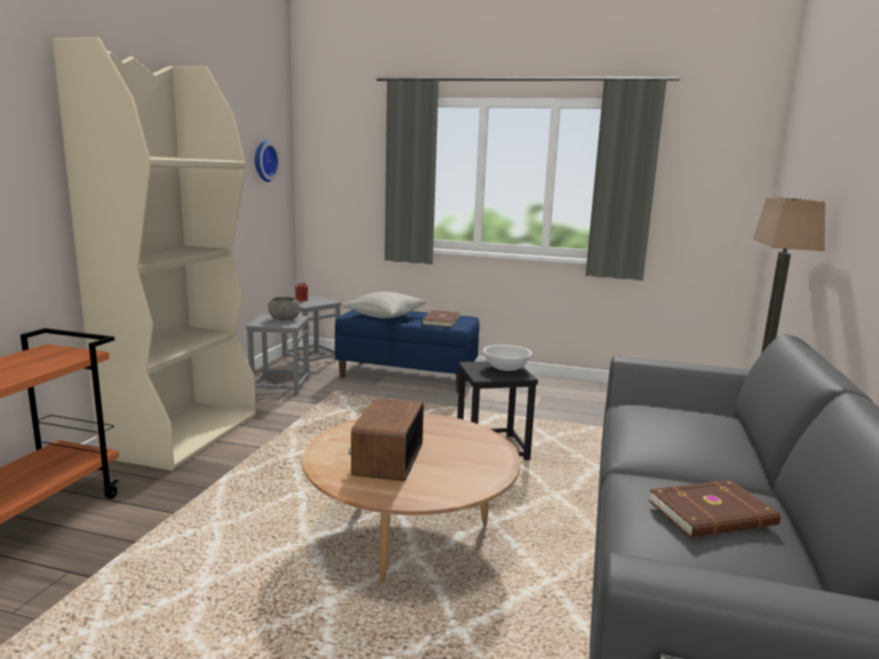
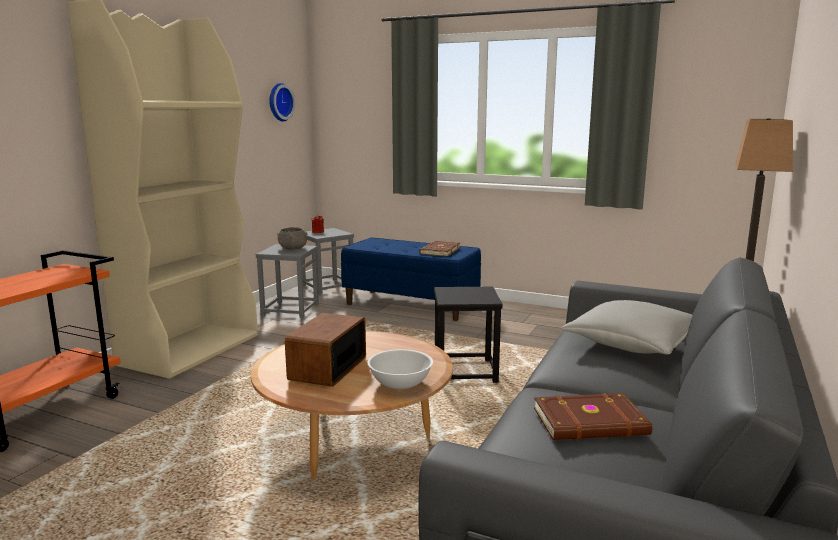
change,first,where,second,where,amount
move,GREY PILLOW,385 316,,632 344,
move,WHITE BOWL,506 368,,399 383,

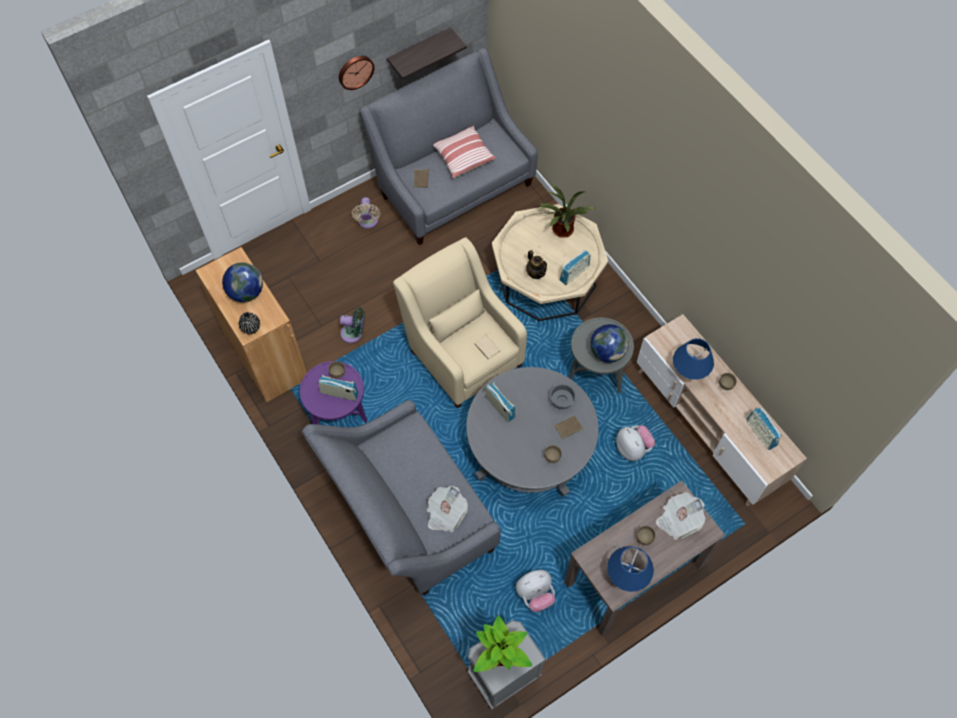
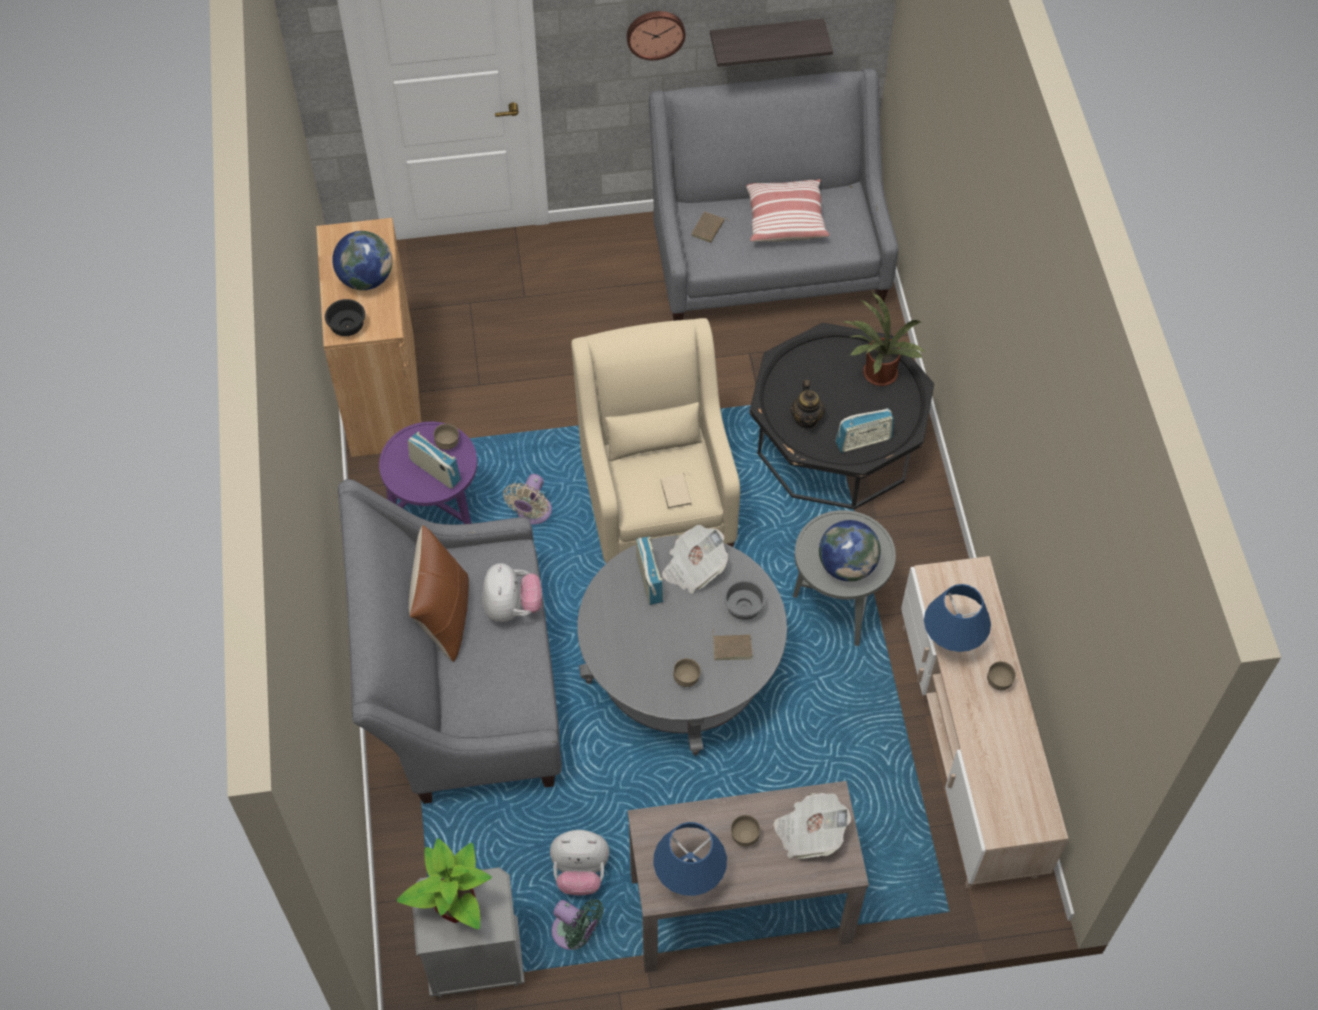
change,first,where,second,where,amount
move,BEIGE FAN,368 222,,532 513,
recolor,BEIGE COFFEE TABLE,546 278,BLACK COFFEE TABLE,835 443,
move,GREEN FAN,354 334,,575 934,
replace,BLACK VASE,251 328,BLACK BOWL,346 327,
delete,RADIO,760 433,,,
move,PLUSH TOY,633 448,,512 607,
move,NEWSPAPER,445 513,,693 568,
insert,,,BROWN PILLOW,444 616,

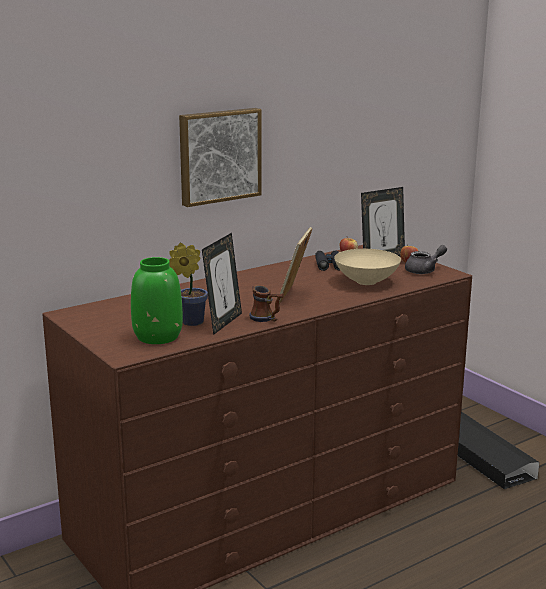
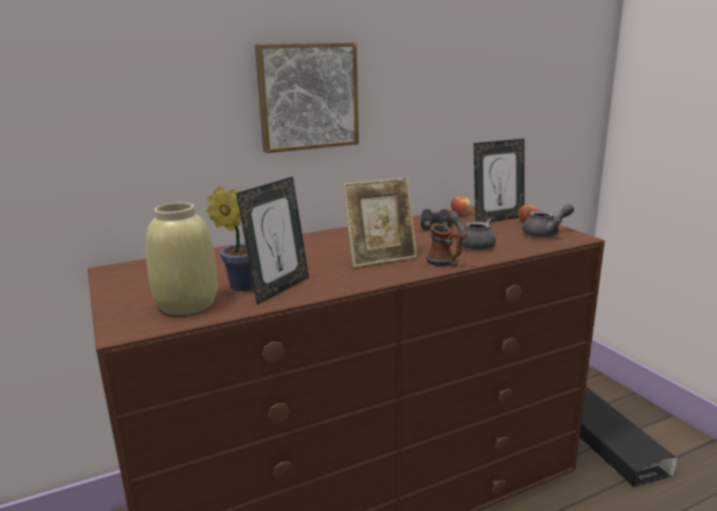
change,first,where,second,where,amount
rotate,PICTURE FRAME,294 296,,381 259,135 degrees counterclockwise
replace,BEIGE BOWL,365 281,GREY TEAPOT,472 244,
recolor,GREEN VASE,158 336,BEIGE VASE,187 304,
move,MUG,267 319,,446 263,

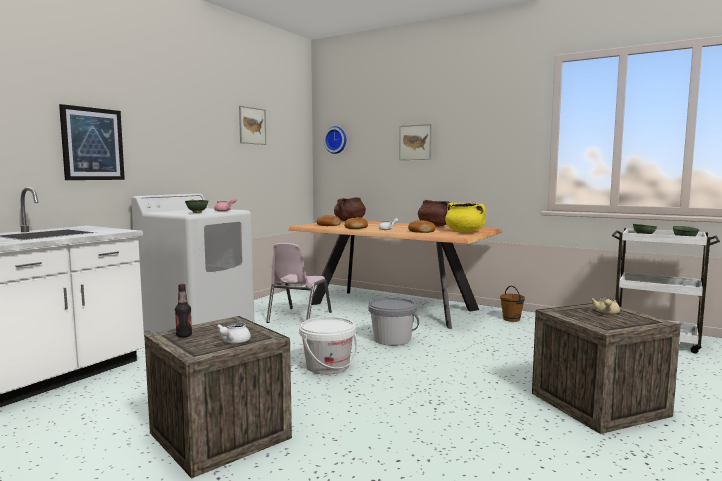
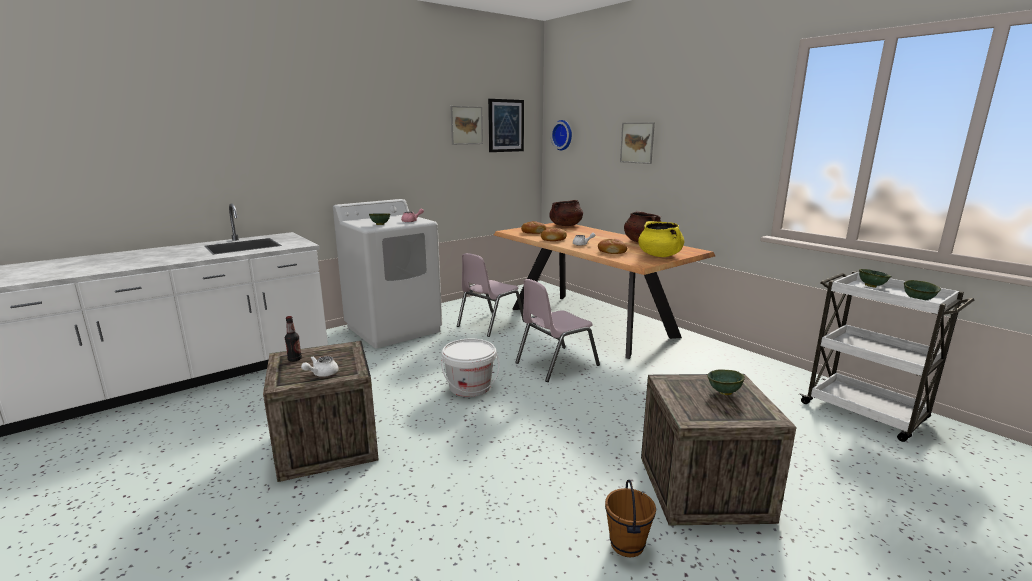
change,first,where,second,where,amount
move,PICTURE,92 144,,505 125,
move,BROWN BUCKET,511 319,,627 545,
replace,BEIGE TEAPOT,606 313,GREEN BOWL,724 393,
replace,GREY BUCKET,392 339,PINK CHAIR,556 364,

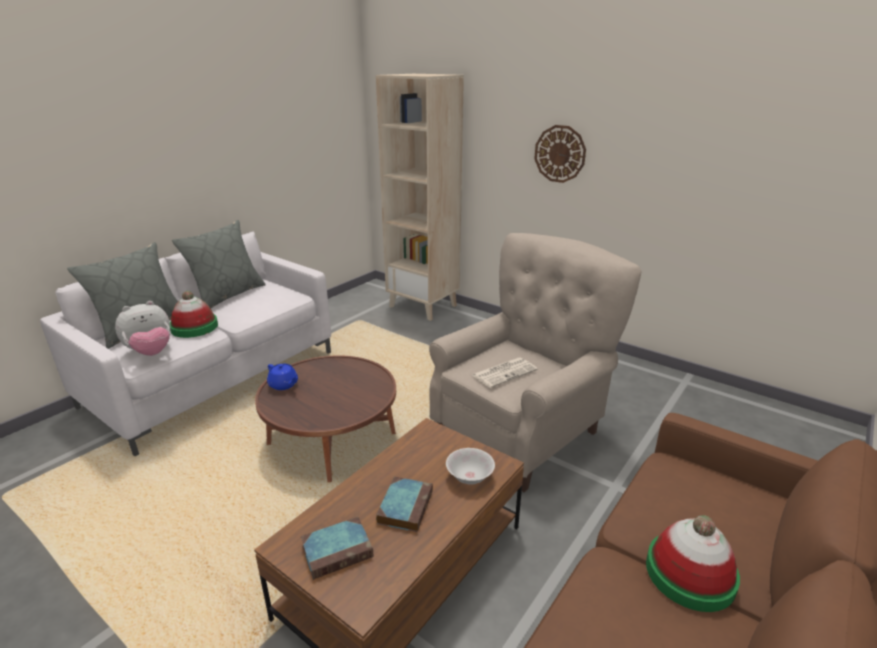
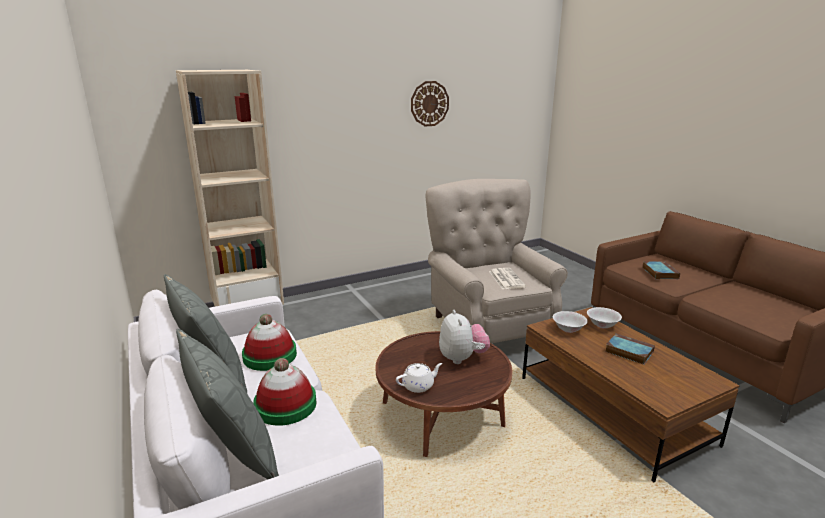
change,first,where,second,where,amount
move,WALL CLOCK,560 154,,429 103,
move,PLUSH TOY,151 352,,462 358,
recolor,BLUE TEAPOT,284 385,WHITE TEAPOT,419 386,
move,HAT,690 573,,270 356,
move,BOOK,338 550,,659 272,
insert,,,WHITE BOWL,568 329,

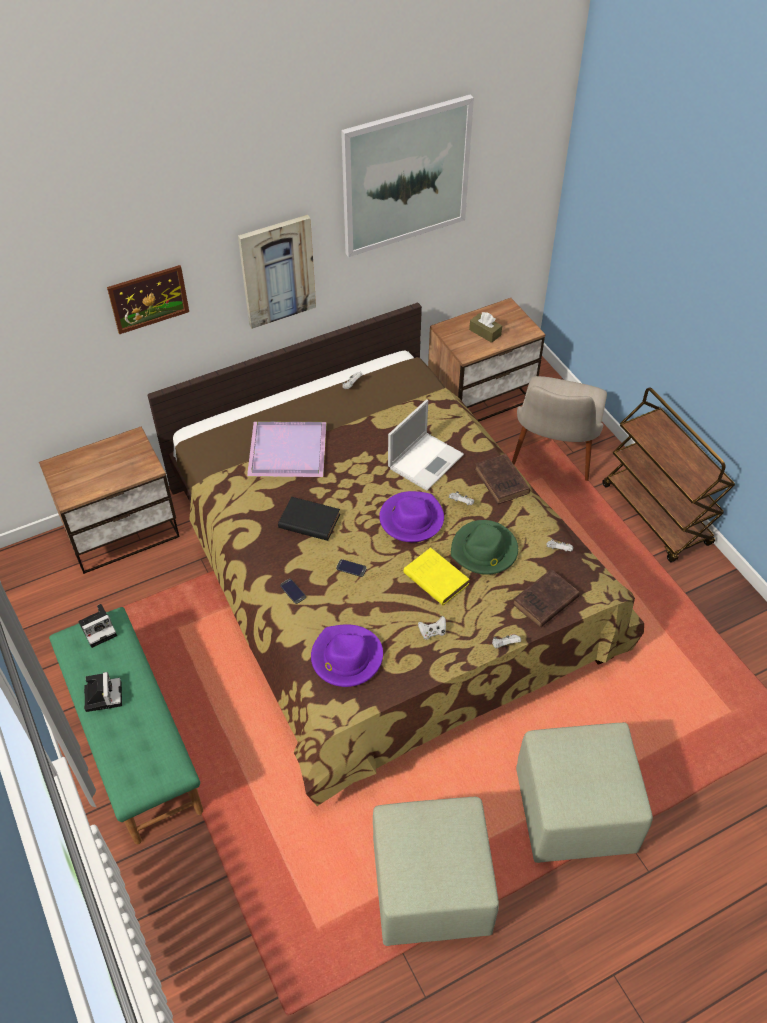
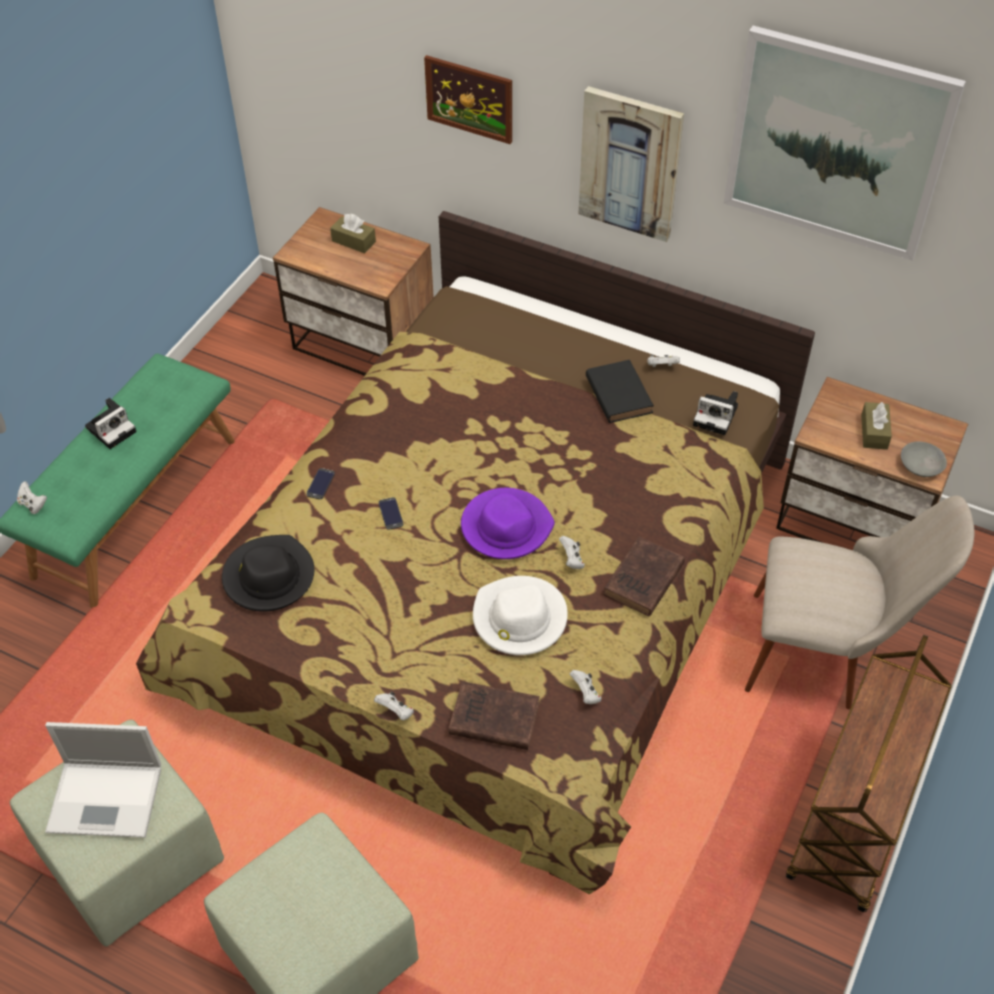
change,first,where,second,where,amount
rotate,BEIGE CHAIR,552 462,,827 654,150 degrees counterclockwise
move,LAPTOP,426 460,,107 798,
delete,PURPLE TRAY,286 452,,,
move,BLACK BOOK,308 521,,618 393,
recolor,GREEN HAT,484 550,WHITE HAT,519 619,
delete,YELLOW BOOK,434 578,,,
move,PHOTO CAMERA,99 628,,717 416,
move,WHITE GAME CONTROLLER,432 632,,33 505,
recolor,PURPLE HAT,346 658,BLACK HAT,269 576,
insert,,,BROWN TISSUE BOX,353 241,
insert,,,GREY BOWL,921 466,

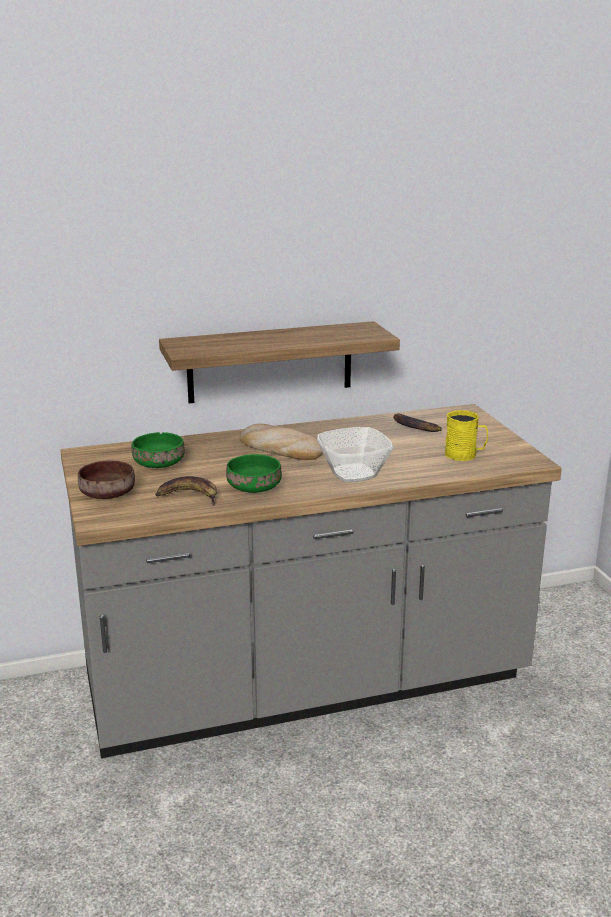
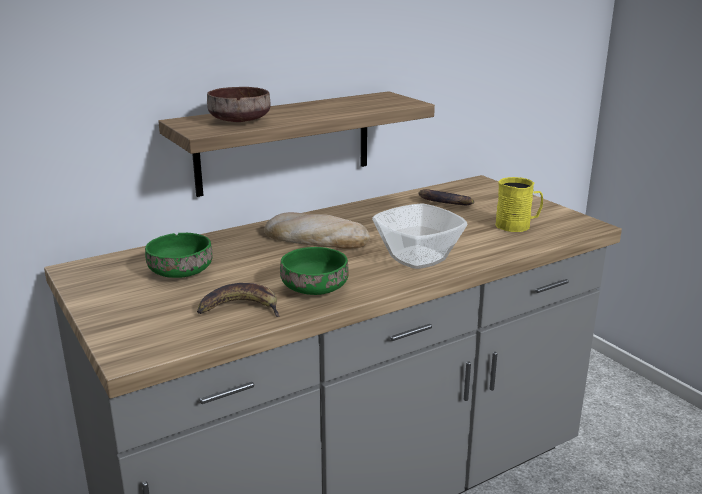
change,first,where,second,where,amount
move,BROWN BOWL,108 494,,240 120,

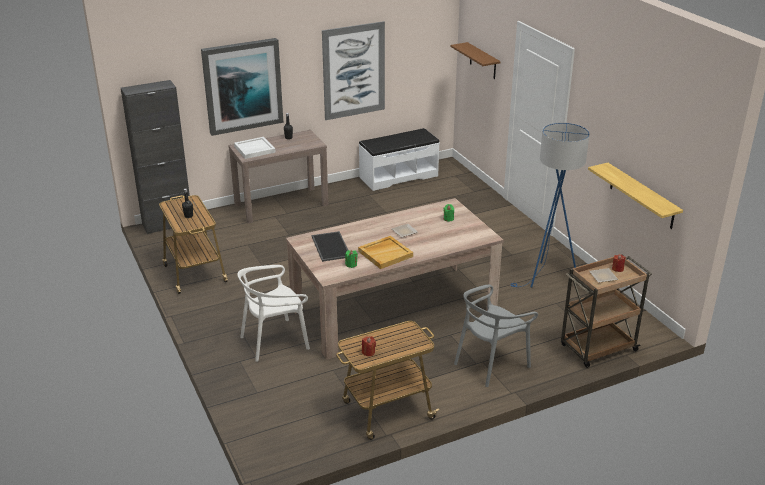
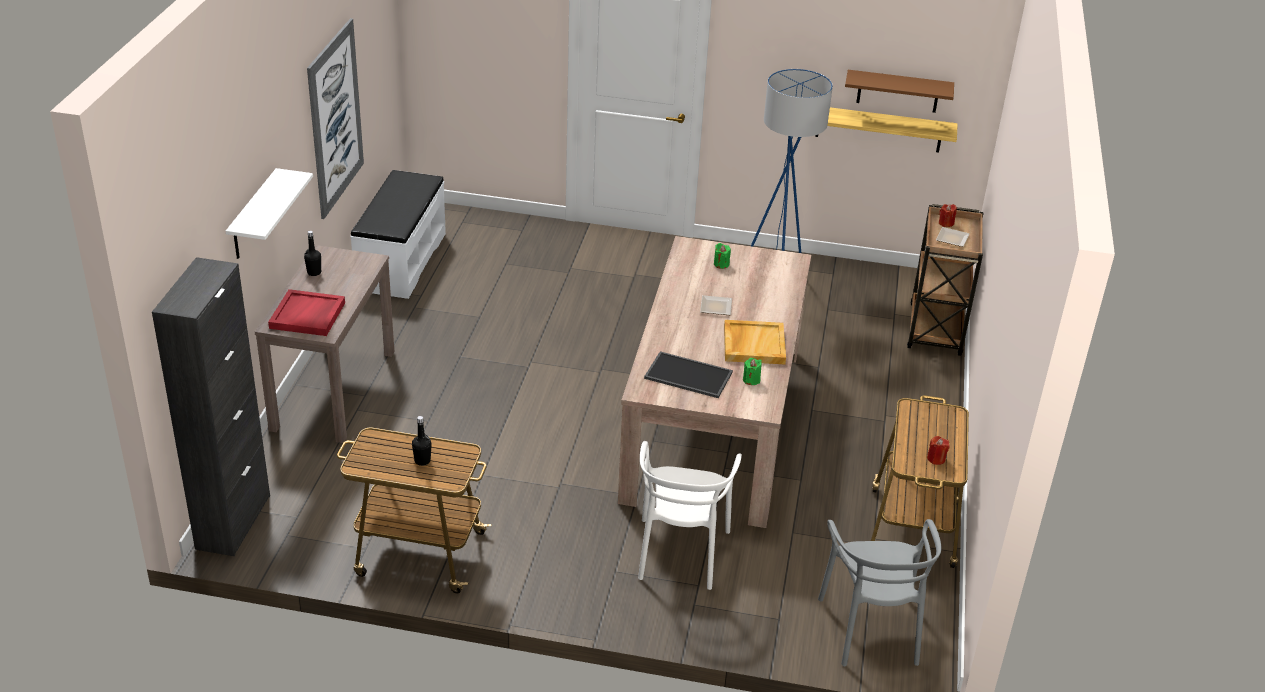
change,first,where,second,where,amount
replace,PICTURE,242 86,WHITE SHELF,253 216,
move,BROWN SHELF,483 61,,898 91,
recolor,WHITE TRAY,254 149,RED TRAY,308 316,
move,GREY CHAIR,491 363,,871 629,

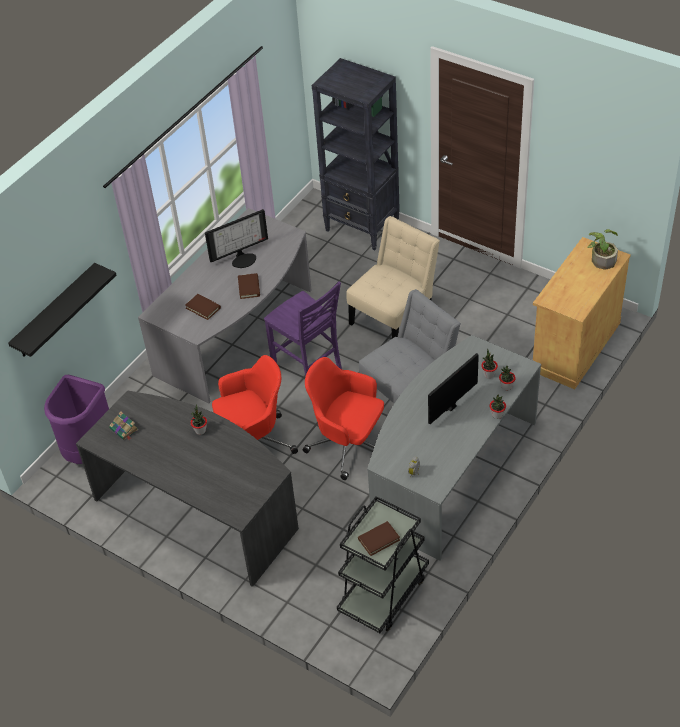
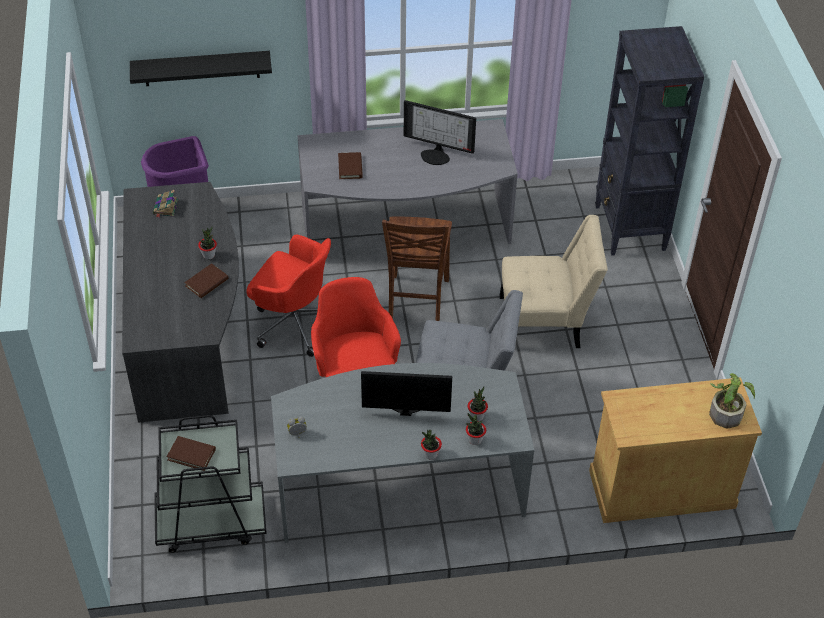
change,first,where,second,where,amount
move,BROWN BOOK,249 287,,206 283,
recolor,PURPLE CHAIR,308 368,BROWN CHAIR,416 302,

